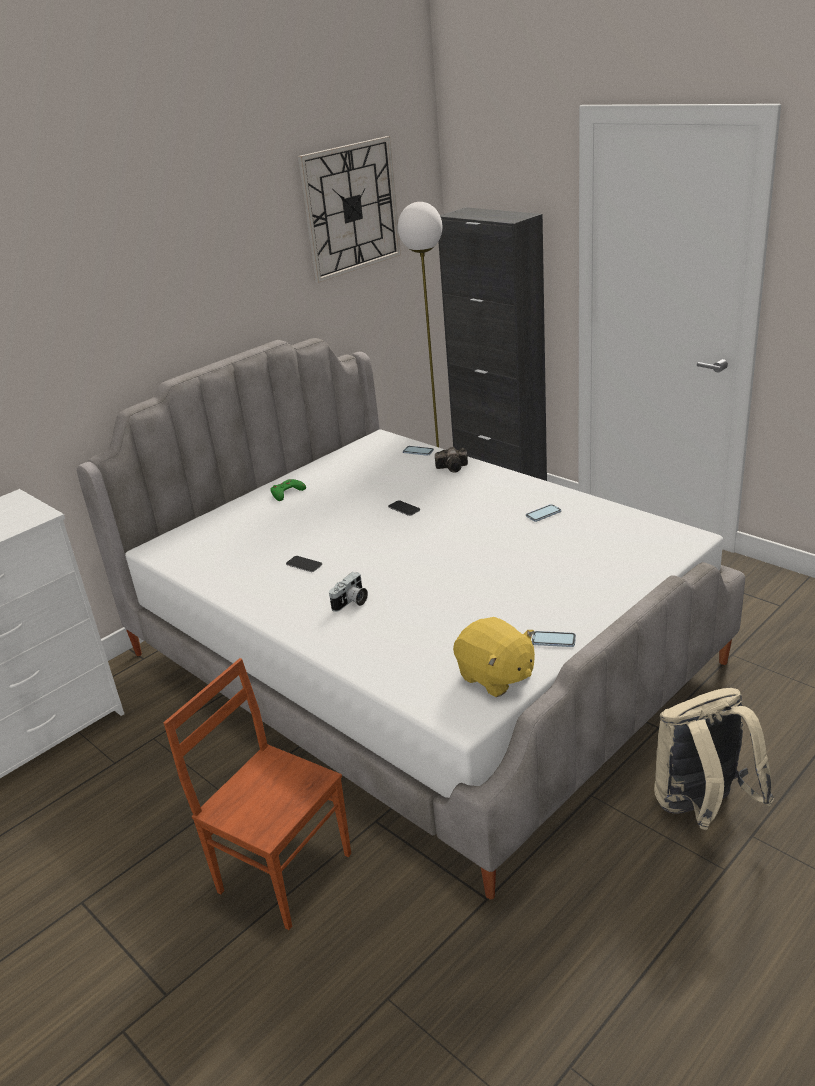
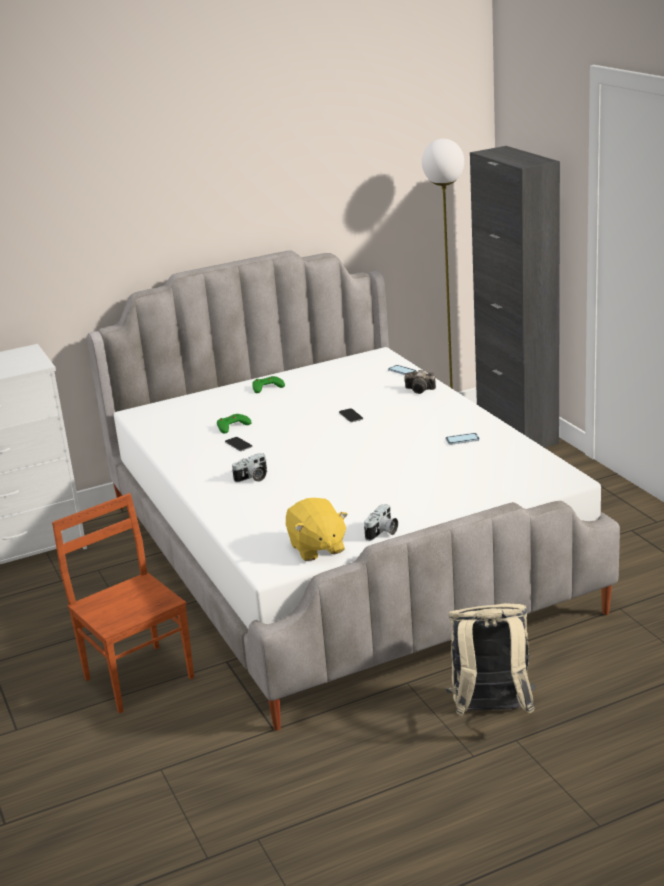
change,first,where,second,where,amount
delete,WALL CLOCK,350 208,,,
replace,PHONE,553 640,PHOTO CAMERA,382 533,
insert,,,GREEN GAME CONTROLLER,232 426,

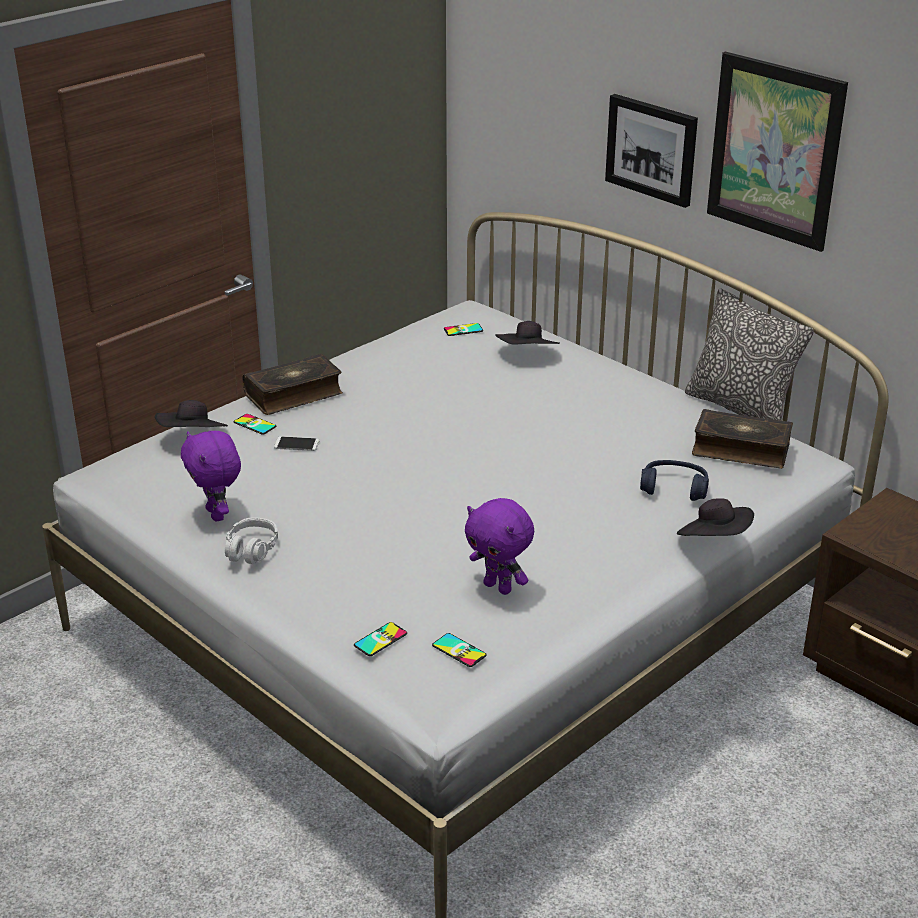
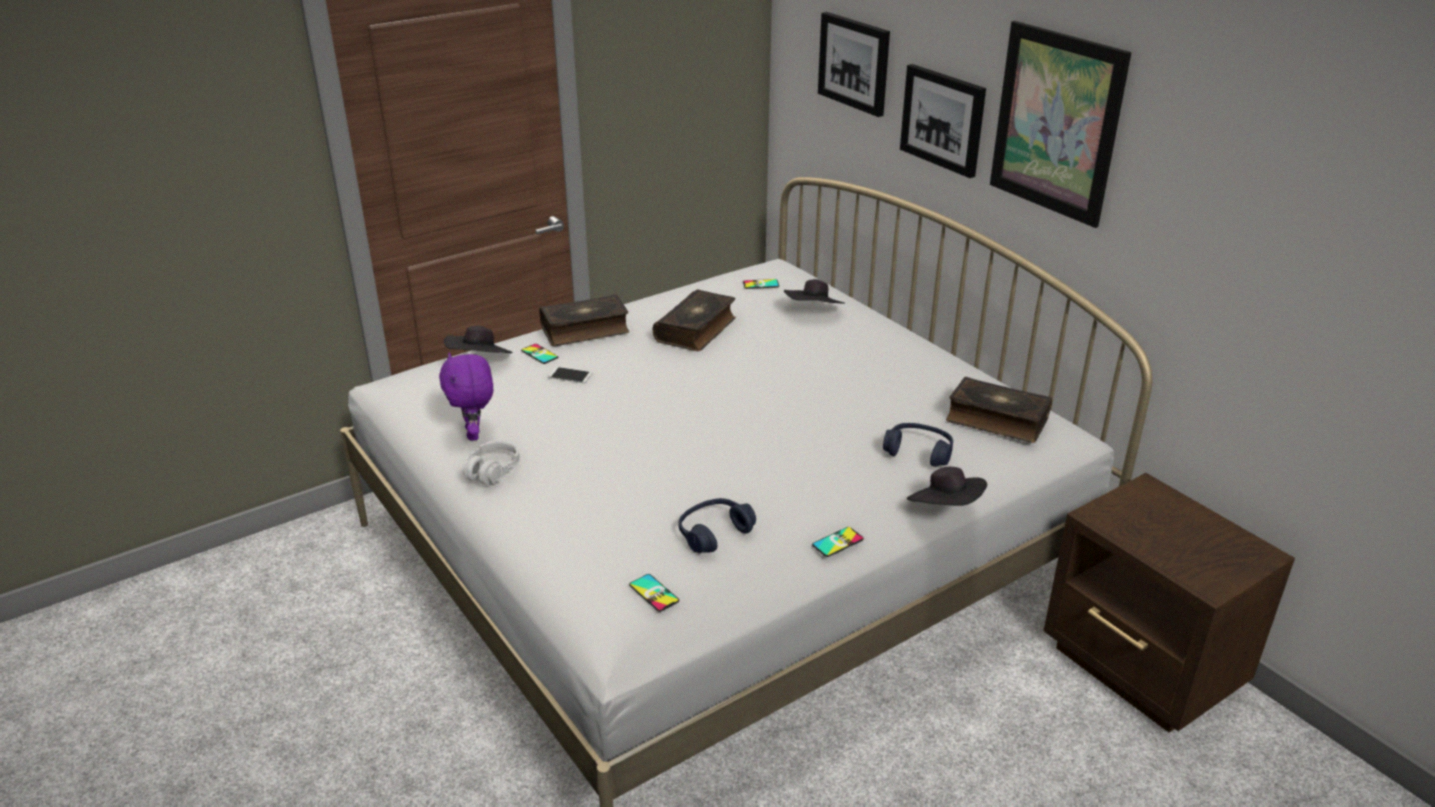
change,first,where,second,where,amount
delete,PILLOW,740 409,,,
replace,PURPLE PLUSH TOY,499 587,BLUE HEADPHONES,714 533,
move,PHONE,380 639,,837 542,
insert,,,PICTURE,854 63,
insert,,,BOOK,696 330,

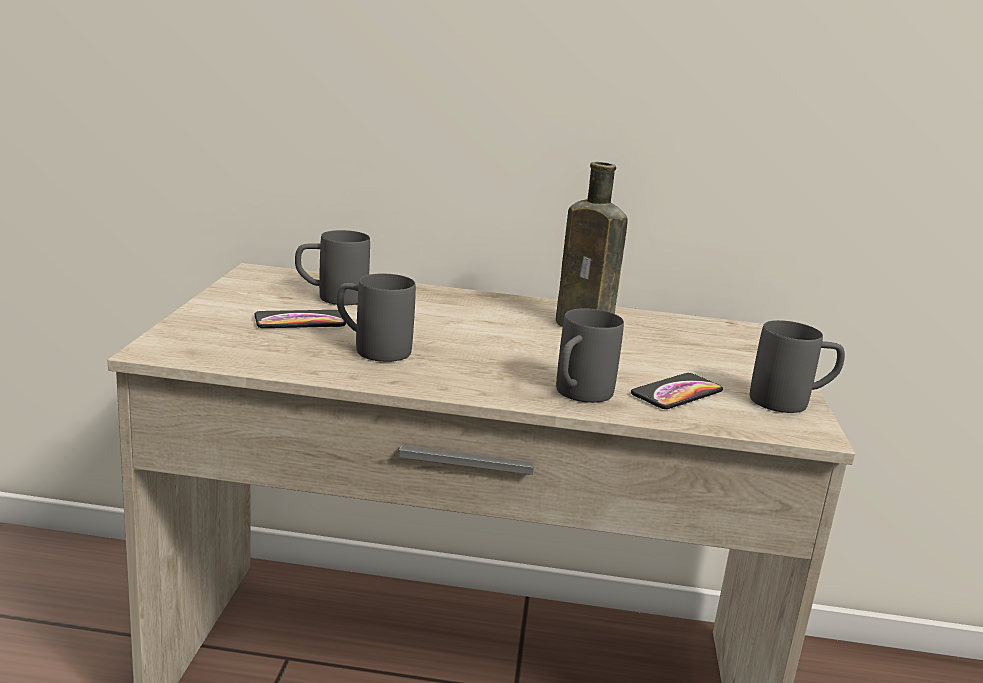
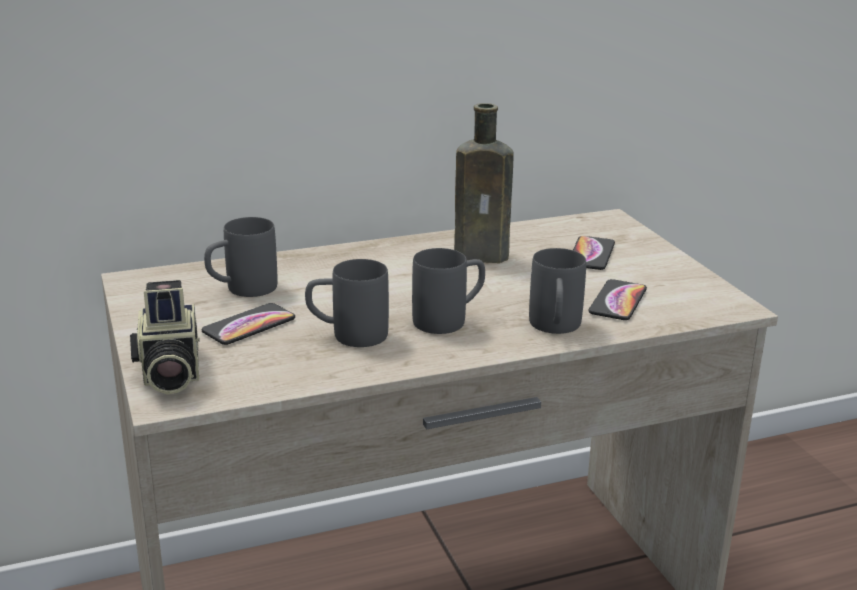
change,first,where,second,where,amount
move,GREY MUG,791 402,,449 319,
insert,,,PHONE,591 254,
insert,,,PHOTO CAMERA,168 373,

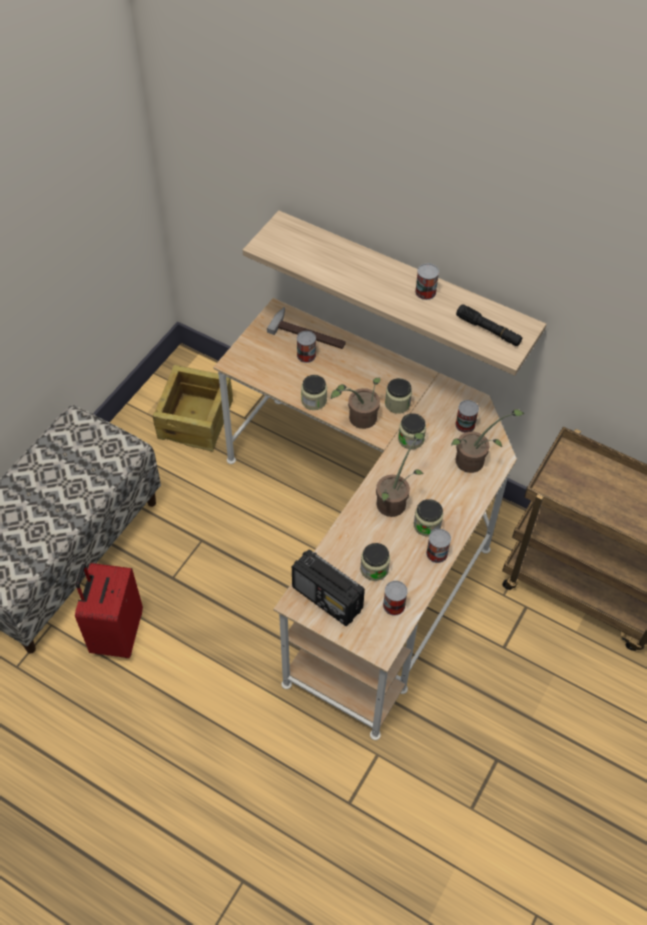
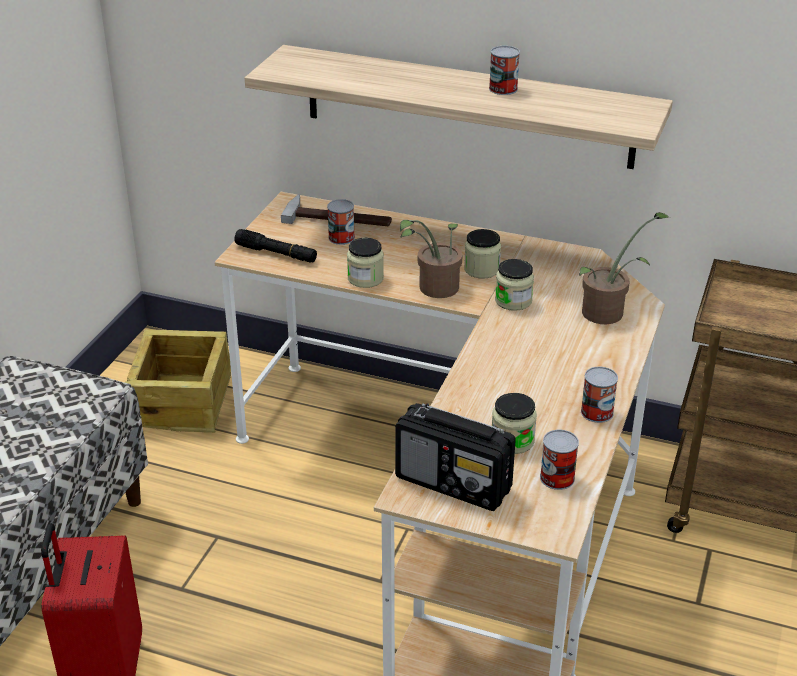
change,first,where,second,where,amount
move,BLACK FLASHLIGHT,488 330,,276 253,
delete,CAN,465 425,,,
delete,POTTED PLANT,395 501,,,
delete,JAR,427 525,,,

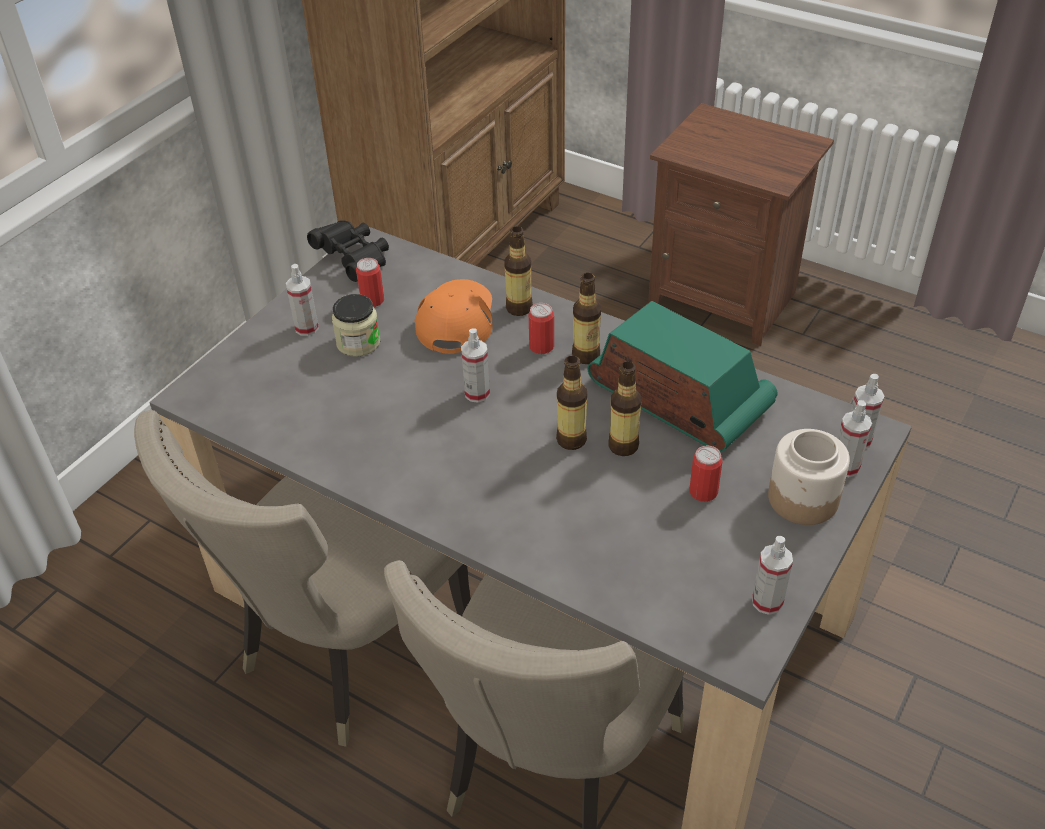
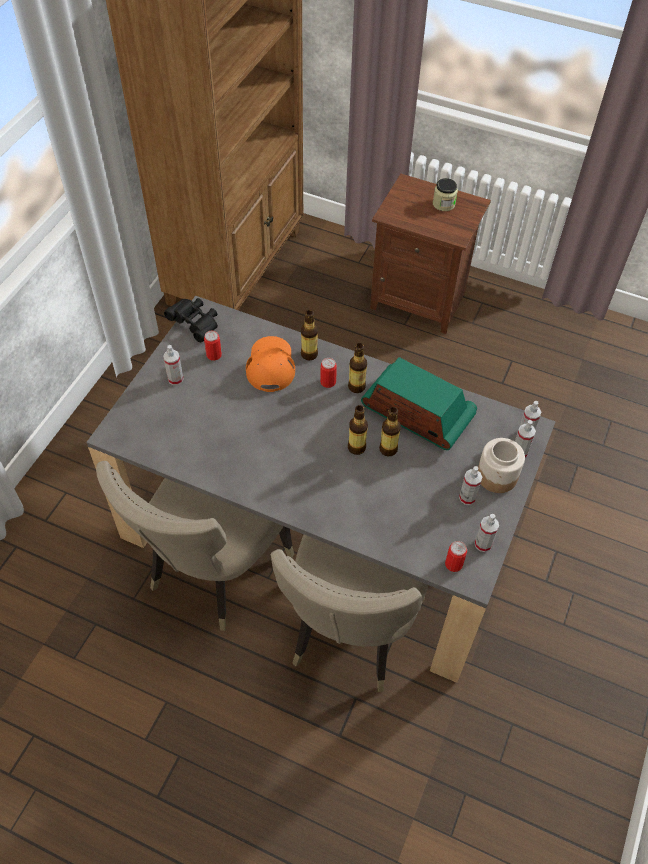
change,first,where,second,where,amount
move,JAR,358 343,,443 204,
move,SPRAY BOTTLE,477 393,,467 497,
move,CAN,703 492,,453 564,

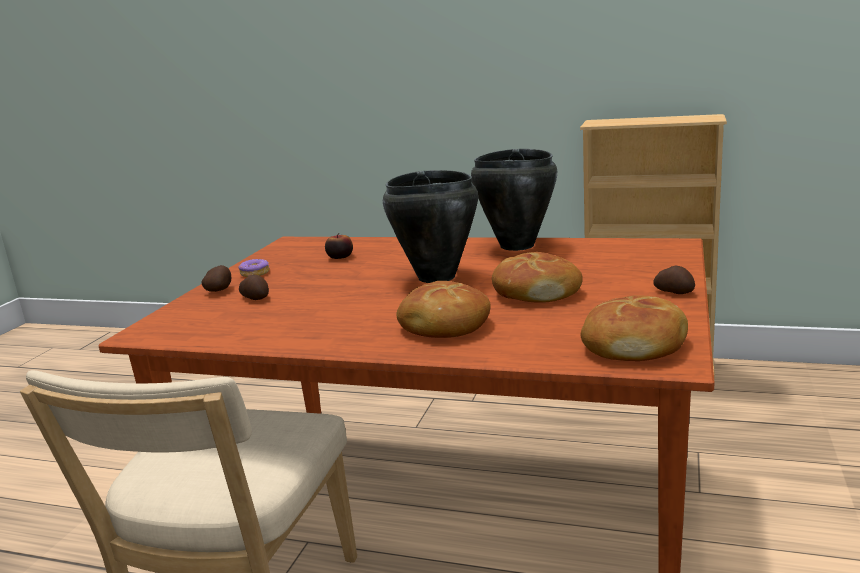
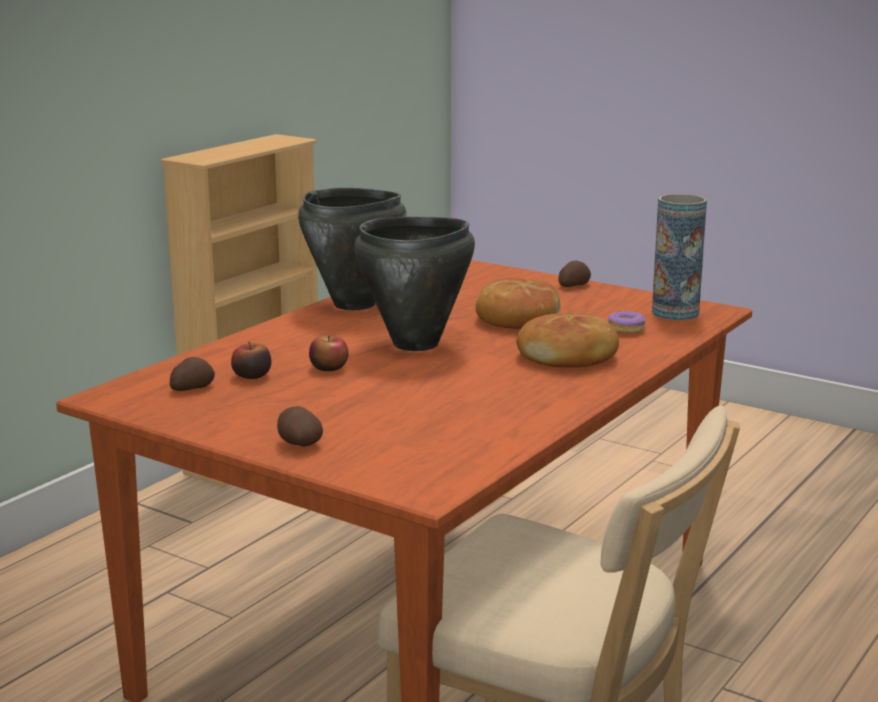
change,first,where,second,where,amount
move,DONUT,255 273,,626 329,
move,POTATO,255 298,,192 387,
replace,BREAD,635 344,VASE,675 313,
insert,,,APPLE,329 367,

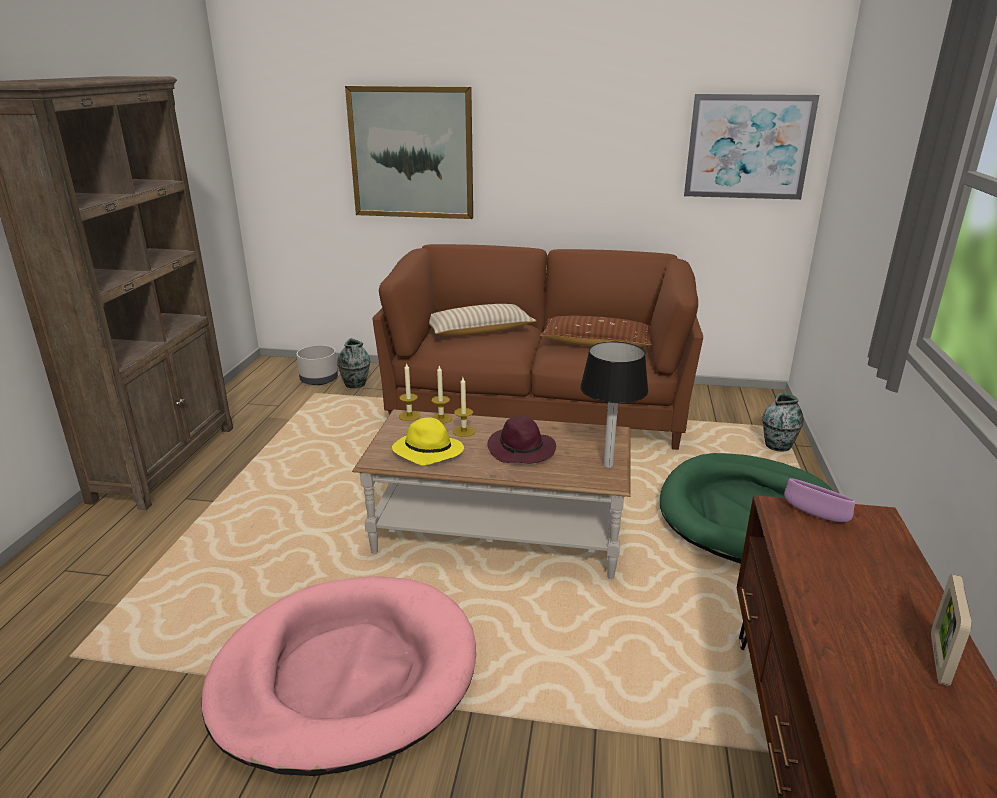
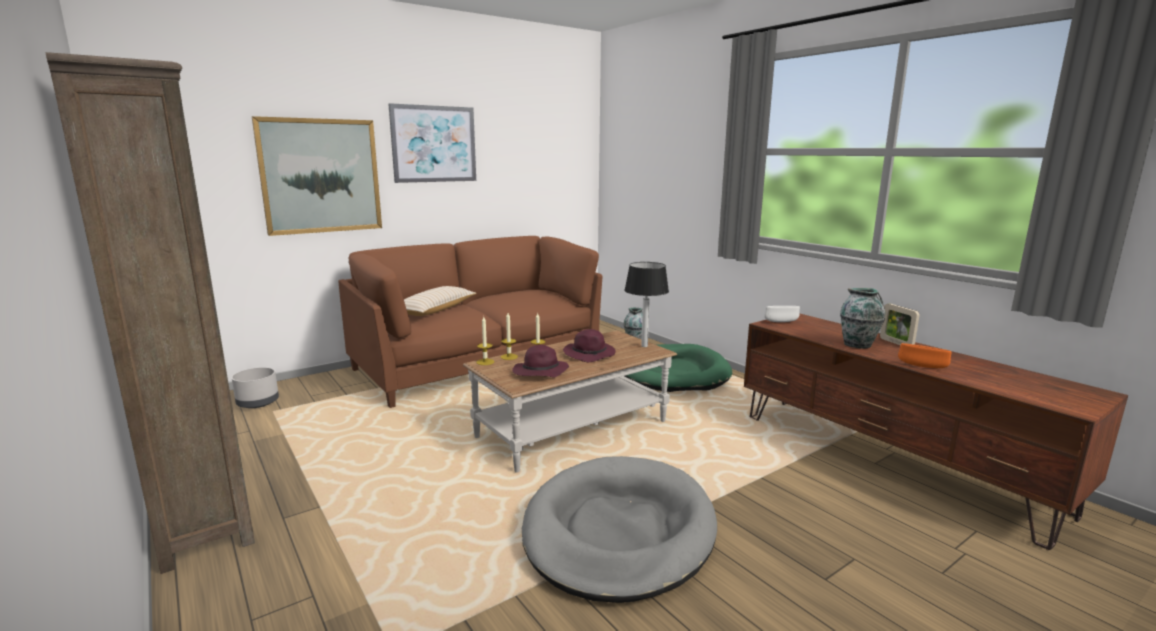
change,first,where,second,where,amount
move,PICTURE,748 147,,434 144,
delete,BROWN PILLOW,596 343,,,
move,VASE,355 385,,858 345,
recolor,YELLOW HAT,427 452,PURPLE HAT,539 372,
recolor,PURPLE BOWL,815 514,WHITE BOWL,781 322,
recolor,PINK DOG BED,345 676,GREY DOG BED,618 531,
insert,,,ORANGE BOWL,922 366,

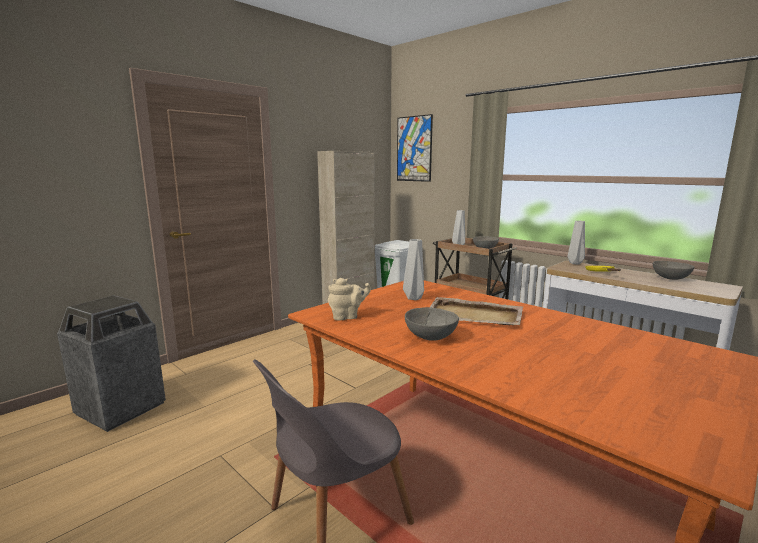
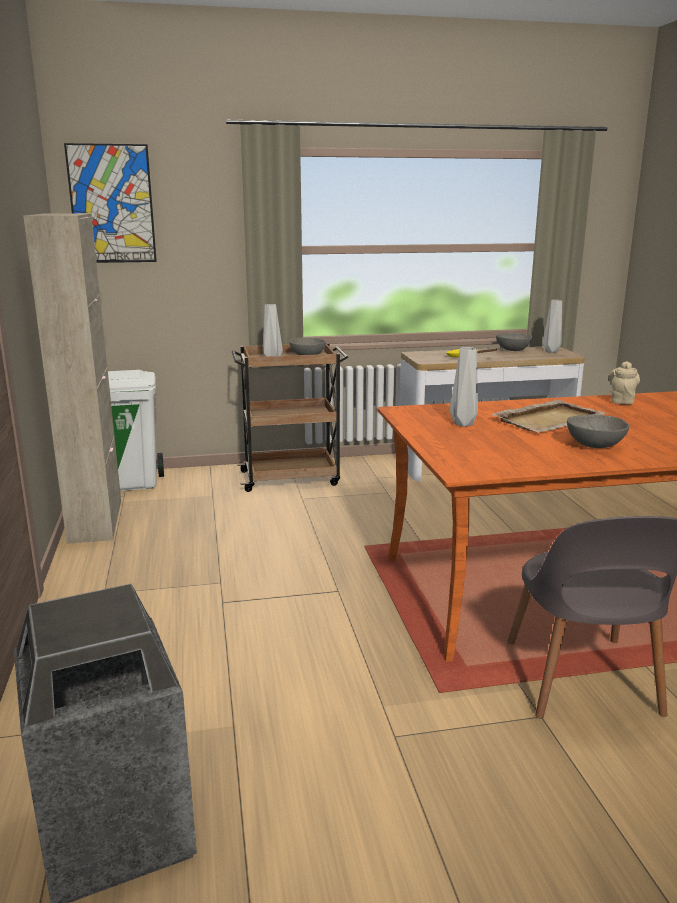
change,first,where,second,where,amount
move,GREY VASE,575 263,,551 351,
move,BEIGE TEAPOT,347 317,,622 401,

